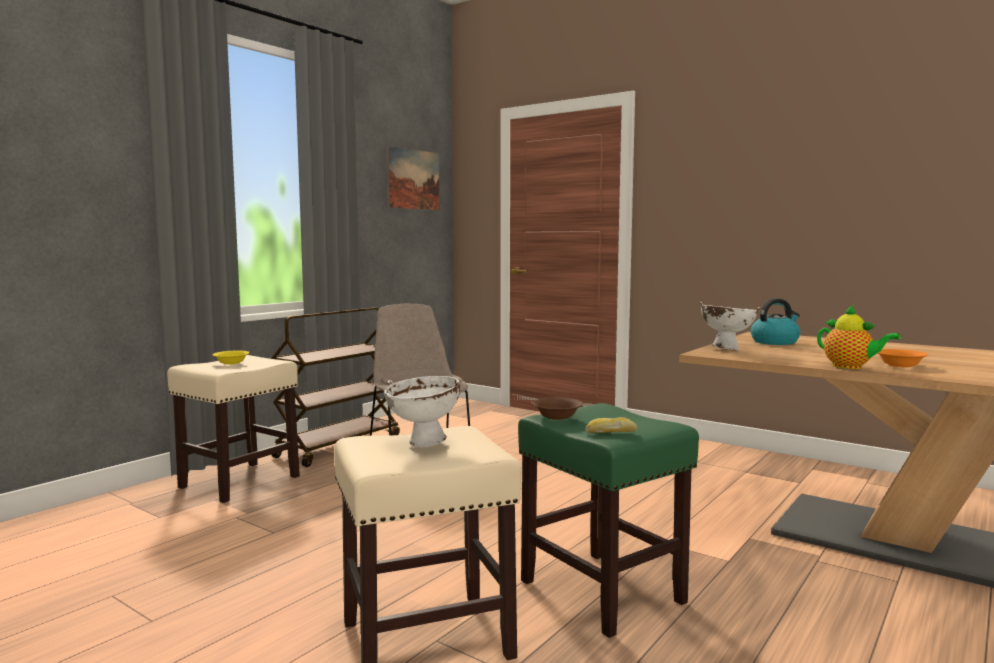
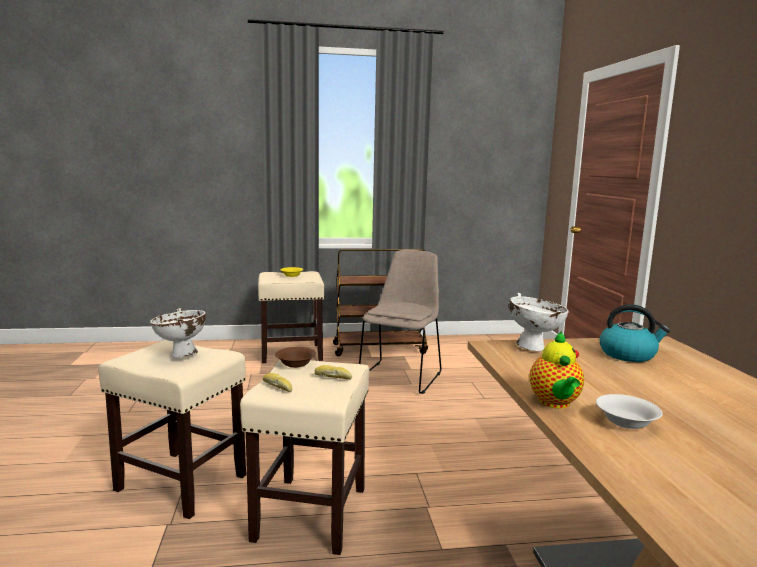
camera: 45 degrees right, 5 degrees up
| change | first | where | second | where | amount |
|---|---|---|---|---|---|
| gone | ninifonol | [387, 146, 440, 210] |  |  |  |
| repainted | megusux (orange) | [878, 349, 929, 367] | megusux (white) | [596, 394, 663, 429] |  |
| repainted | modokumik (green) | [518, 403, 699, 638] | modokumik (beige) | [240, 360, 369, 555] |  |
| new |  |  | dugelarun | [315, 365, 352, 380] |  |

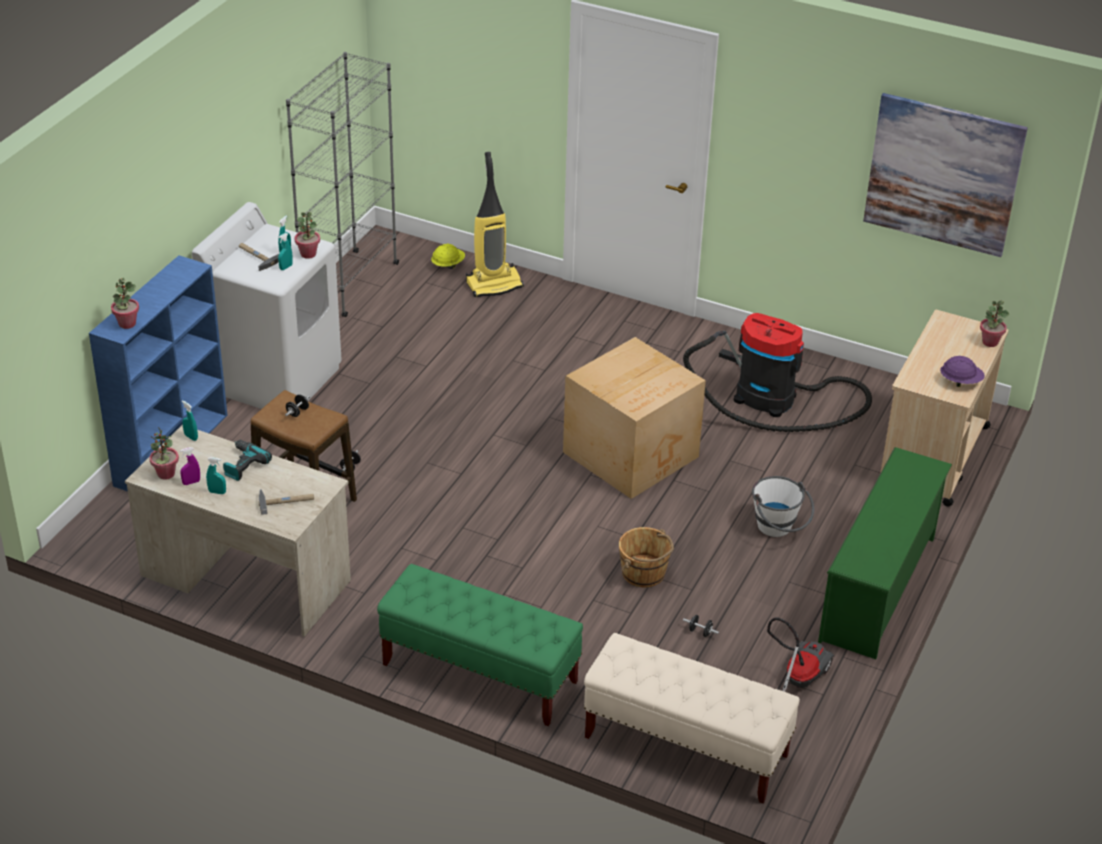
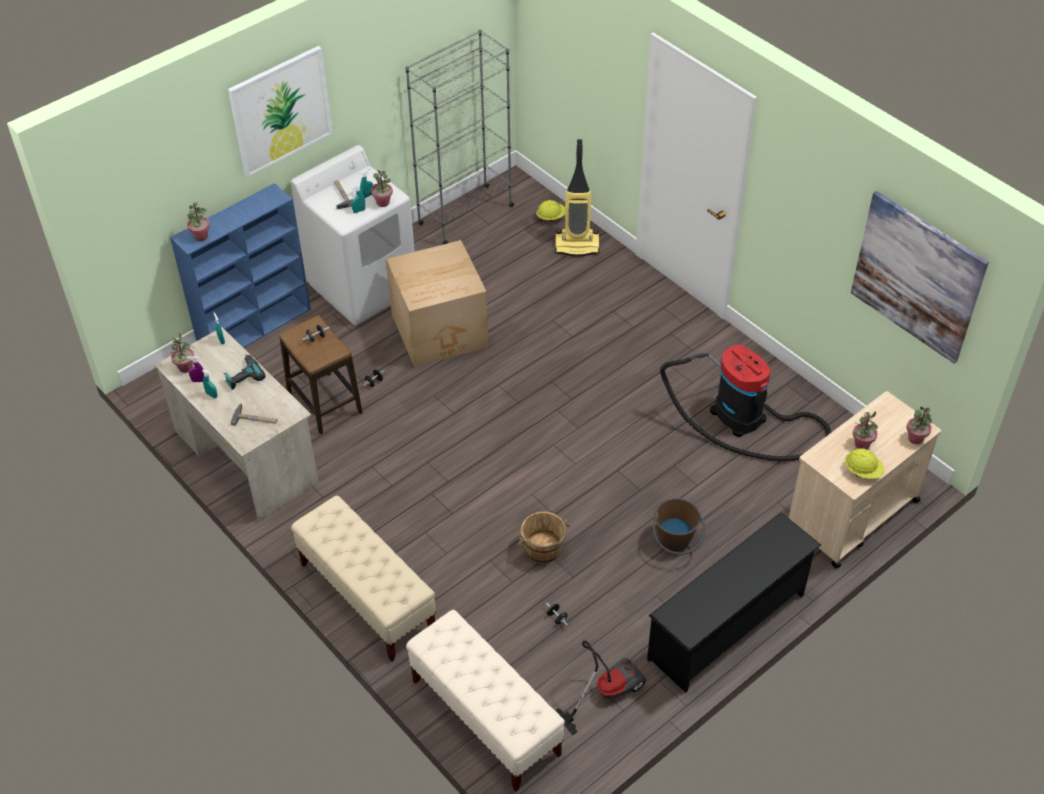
camera: 25 degrees right, 10 degrees up
| change | first | where | second | where | amount |
|---|---|---|---|---|---|
| shifted | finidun | [563, 337, 706, 499] |  | [386, 240, 489, 367] |  |
| repainted | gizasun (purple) | [940, 356, 985, 387] | gizasun (yellow) | [845, 448, 884, 479] |  |
| repainted | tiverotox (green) | [818, 447, 952, 659] | tiverotox (black) | [647, 512, 821, 693] |  |
| repainted | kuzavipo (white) | [752, 476, 814, 537] | kuzavipo (brown) | [653, 498, 706, 555] |  |
| repainted | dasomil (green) | [377, 564, 583, 726] | dasomil (beige) | [291, 496, 436, 662] |  |
| new |  |  | ninifonol | [228, 46, 333, 178] |  |
| new |  |  | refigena | [853, 411, 878, 449] |  |

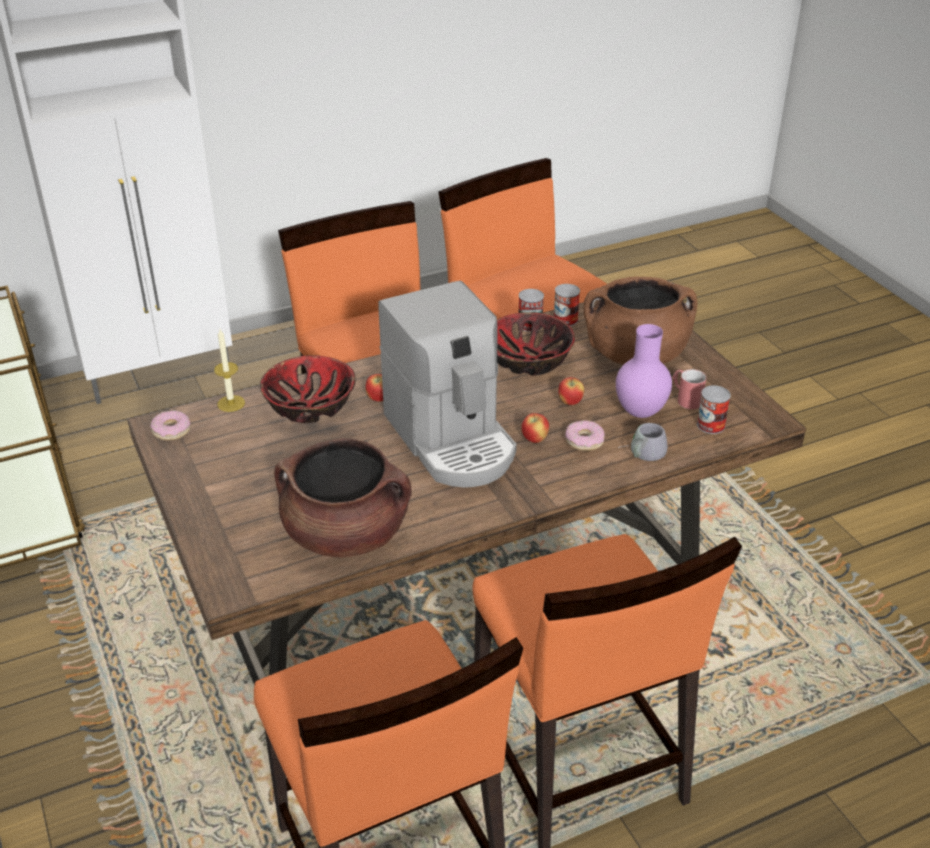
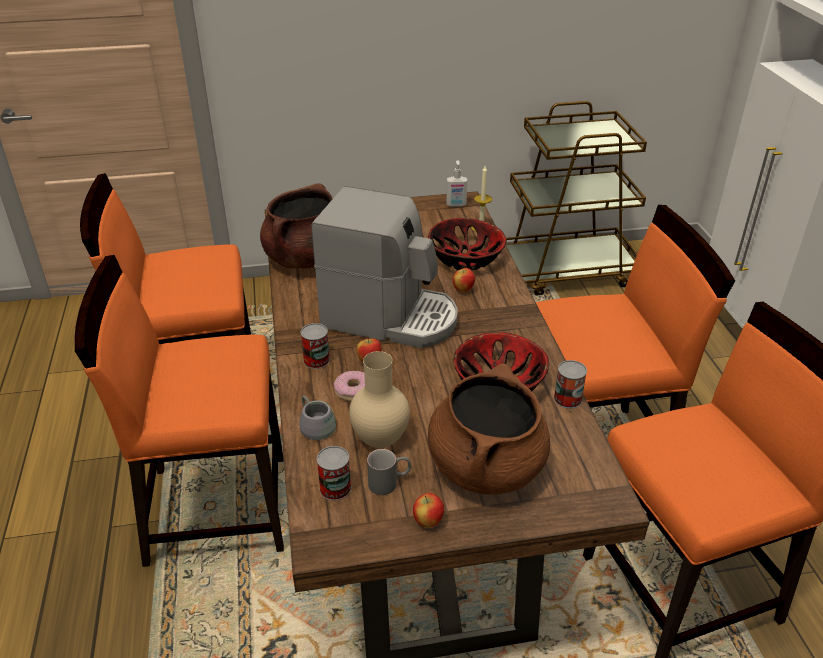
camera: 105 degrees right, 0 degrees up
| change | first | where | second | where | amount |
|---|---|---|---|---|---|
| rotated | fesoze | [378, 280, 517, 488] |  | [311, 186, 458, 348] | 150 degrees counterclockwise |
| shifted | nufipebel | [554, 284, 580, 326] |  | [301, 323, 330, 369] |  |
| repainted | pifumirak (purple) | [616, 324, 672, 418] | pifumirak (beige) | [349, 351, 410, 448] |  |
| repainted | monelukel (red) | [673, 369, 706, 409] | monelukel (grey) | [367, 449, 412, 495] |  |
| shifted | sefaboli | [558, 377, 584, 405] |  | [413, 493, 444, 528] |  |
| swapped | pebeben | [150, 410, 190, 441] | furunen | [446, 161, 467, 207] |  |

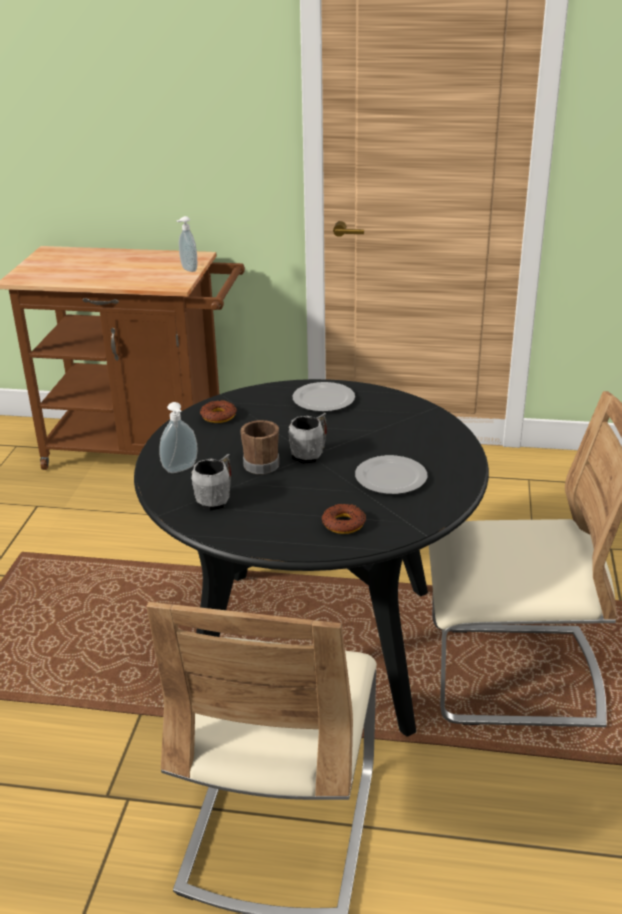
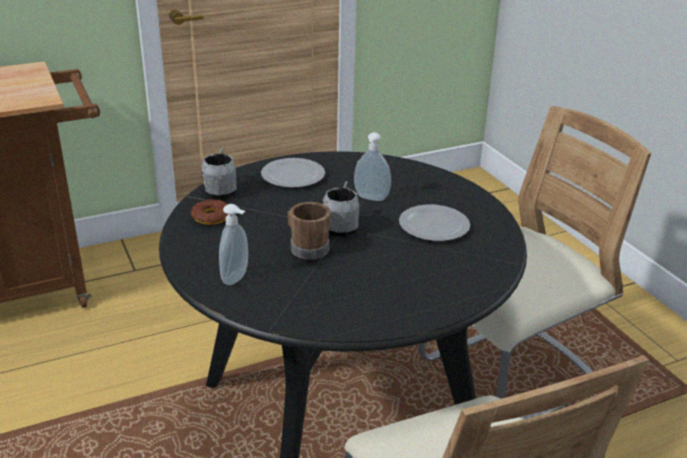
camera: 35 degrees left, 0 degrees up
| change | first | where | second | where | amount |
|---|---|---|---|---|---|
| shifted | furunen | [176, 216, 197, 272] |  | [354, 132, 391, 201] |  |
| shifted | monelukel (grey) | [191, 454, 231, 511] |  | [201, 148, 237, 199] |  |
| gone | pebeben | [322, 504, 366, 534] |  |  |  |

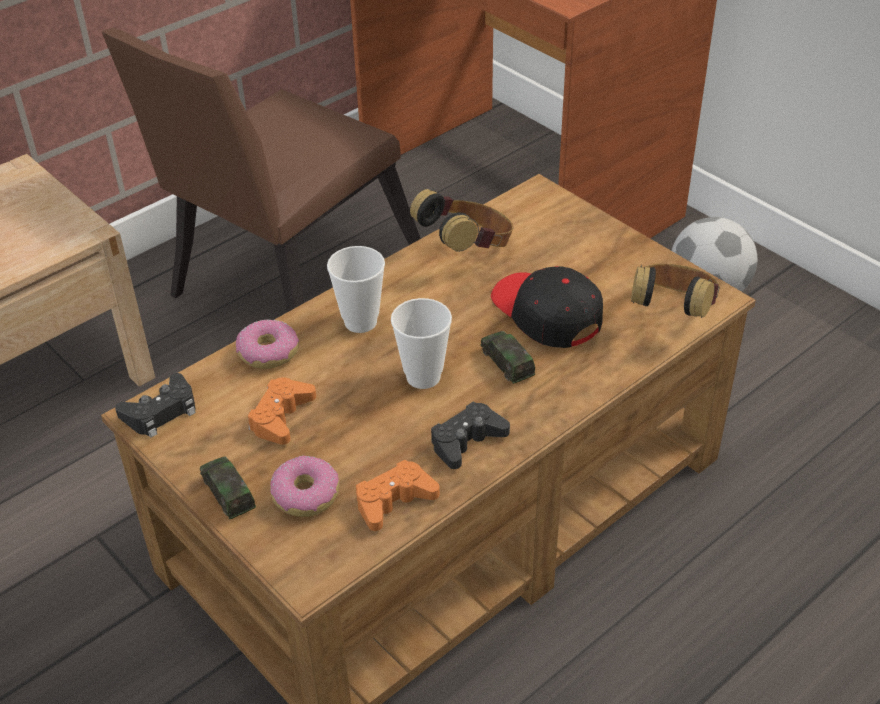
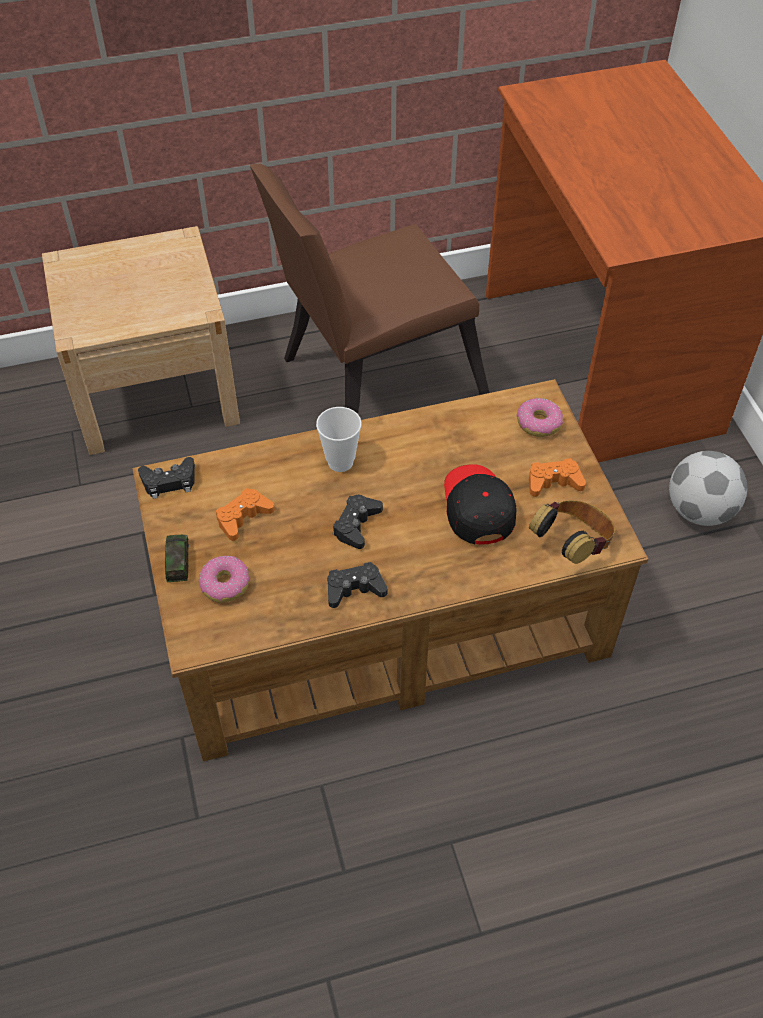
camera: 25 degrees right, 10 degrees up
| change | first | where | second | where | amount |
|---|---|---|---|---|---|
| gone | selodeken | [410, 189, 513, 252] |  |  |  |
| swapped | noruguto | [391, 298, 452, 389] | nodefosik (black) | [333, 495, 383, 549] |  |
| shifted | pebeben | [236, 319, 299, 369] |  | [516, 398, 563, 437] |  |
| gone | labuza | [481, 331, 535, 384] |  |  |  |
| shifted | nodefosik (orange) | [356, 460, 440, 531] |  | [529, 458, 586, 497] |  |

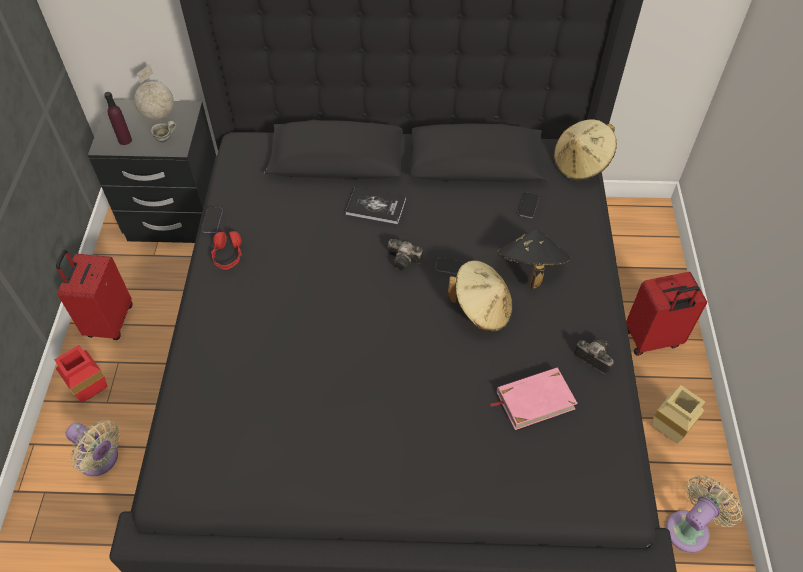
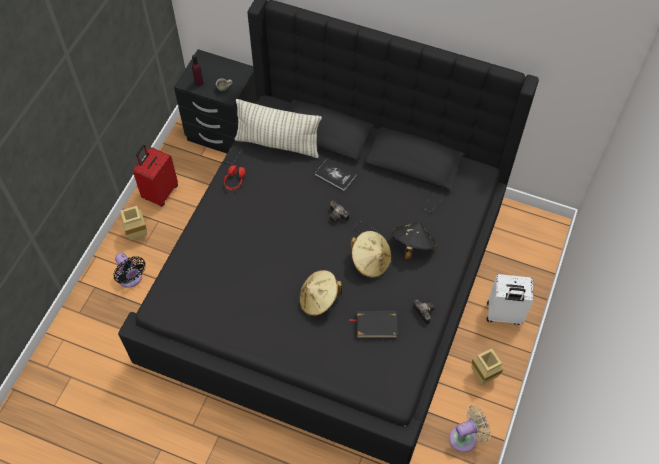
camera: 20 degrees right, 5 degrees up
| change | first | where | second | where | amount |
|---|---|---|---|---|---|
| gone | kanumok | [134, 64, 174, 120] |  |  |  |
| shifted | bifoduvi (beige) | [554, 119, 617, 181] |  | [300, 270, 342, 316] |  |
| repainted | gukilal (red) | [626, 272, 707, 356] | gukilal (white) | [487, 274, 533, 325] |  |
| repainted | pifumirak (red) | [54, 345, 108, 402] | pifumirak (beige) | [120, 206, 147, 240] |  |
| repainted | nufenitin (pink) | [490, 367, 578, 430] | nufenitin (black) | [349, 311, 398, 338] |  |
| repainted | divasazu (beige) | [65, 420, 120, 476] | divasazu (black) | [114, 252, 146, 288] |  |
| new |  |  | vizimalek | [235, 99, 322, 158] |  |

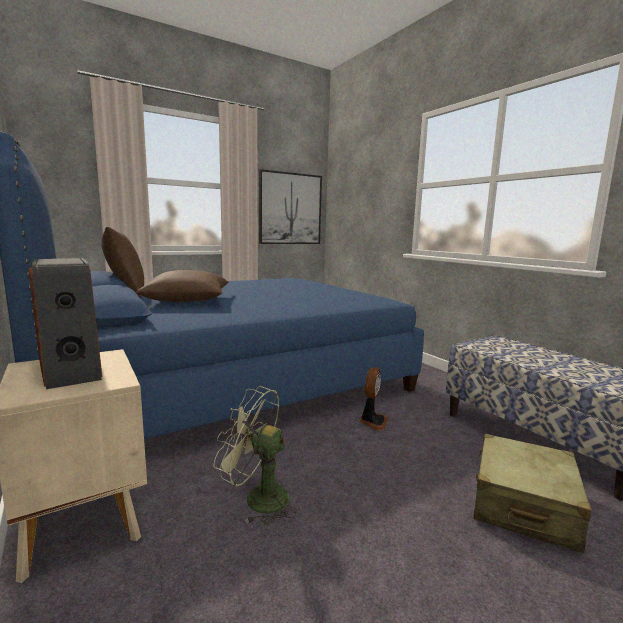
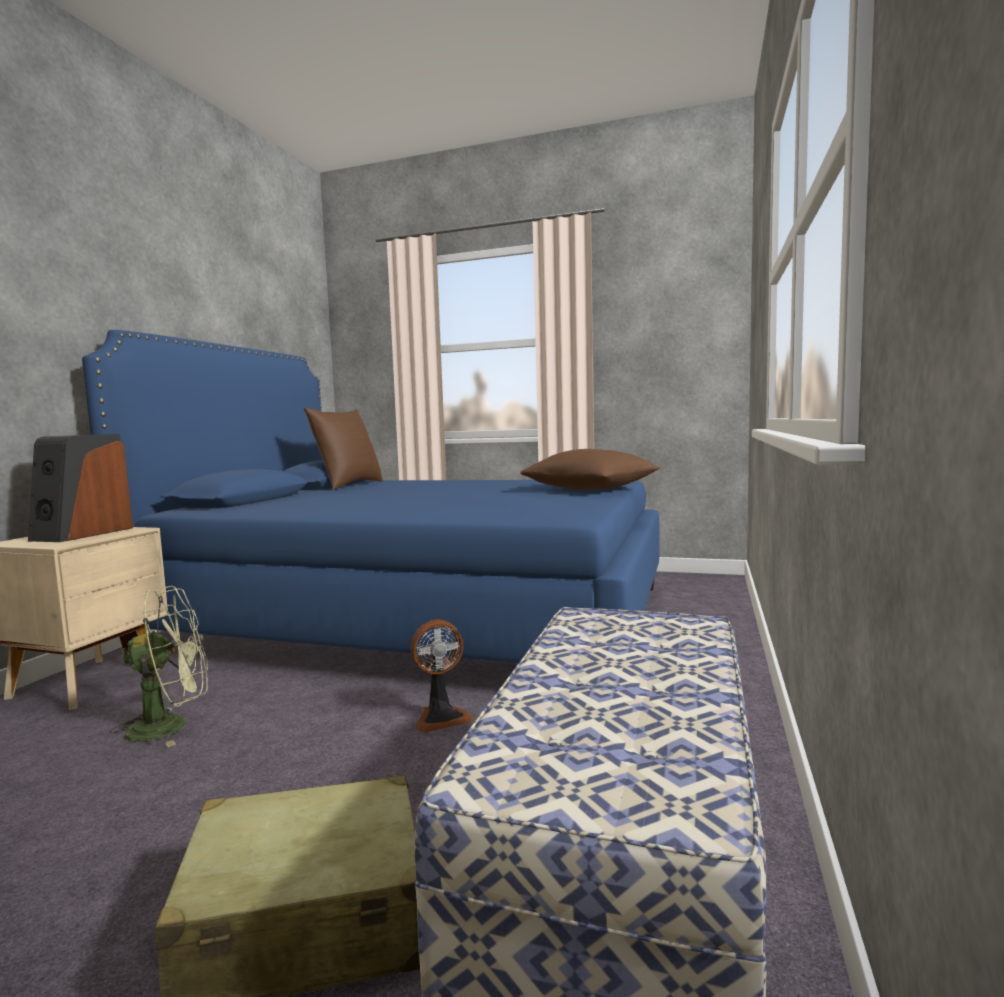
camera: 50 degrees right, 5 degrees down
| change | first | where | second | where | amount |
|---|---|---|---|---|---|
| gone | ninifonol | [259, 169, 322, 244] |  |  |  |
| shifted | vizimalek (brown) | [136, 270, 229, 302] |  | [520, 449, 660, 490] |  |
| rotated | divasazu (green) | [213, 386, 296, 525] |  | [110, 586, 208, 747] | 90 degrees clockwise |

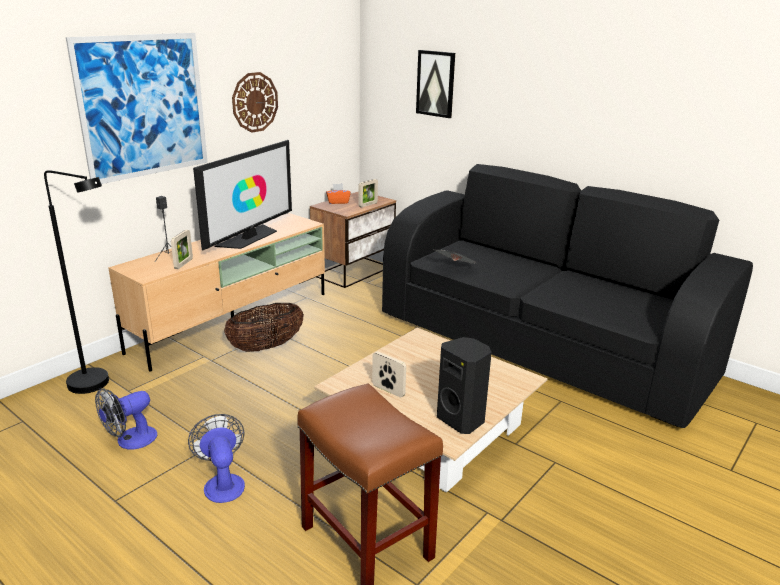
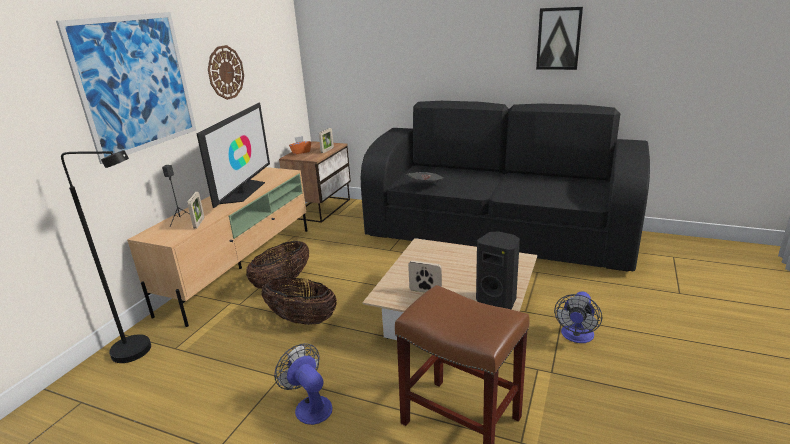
camera: 15 degrees left, 0 degrees up
| change | first | where | second | where | amount |
|---|---|---|---|---|---|
| shifted | ninifonol | [416, 50, 455, 118] |  | [536, 7, 583, 70] |  |
| shifted | divasazu | [95, 388, 157, 449] |  | [554, 291, 602, 343] |  |
| new |  |  | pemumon | [261, 277, 337, 325] |  |

